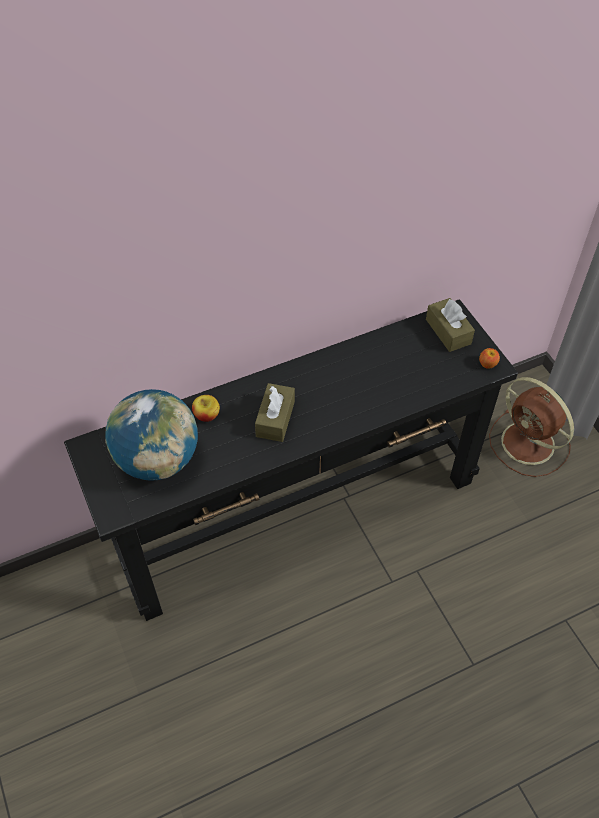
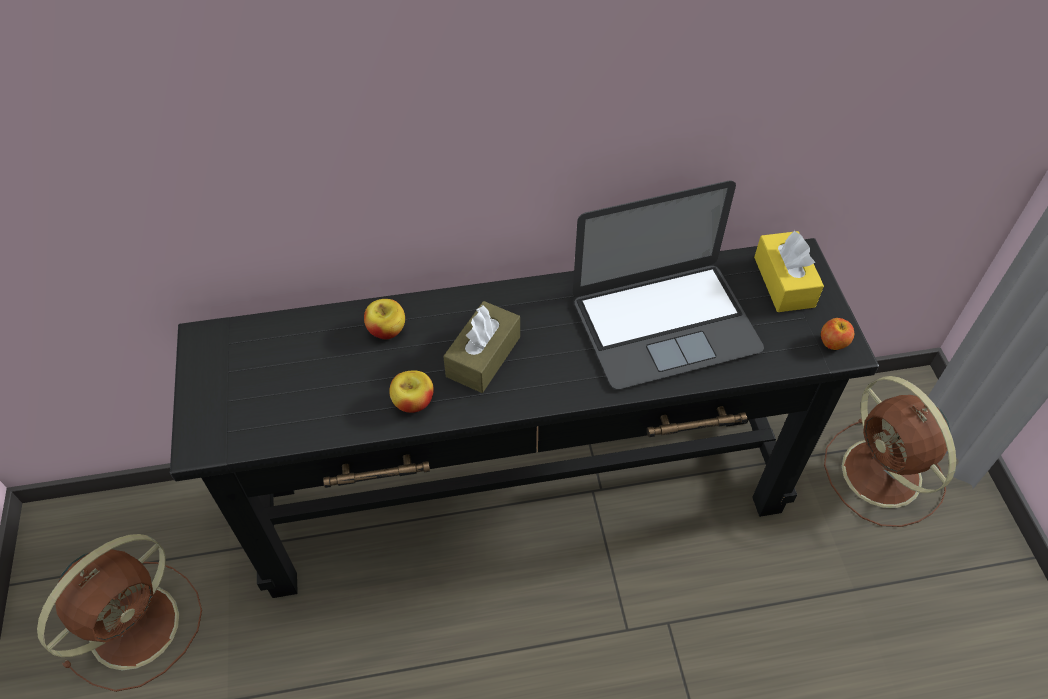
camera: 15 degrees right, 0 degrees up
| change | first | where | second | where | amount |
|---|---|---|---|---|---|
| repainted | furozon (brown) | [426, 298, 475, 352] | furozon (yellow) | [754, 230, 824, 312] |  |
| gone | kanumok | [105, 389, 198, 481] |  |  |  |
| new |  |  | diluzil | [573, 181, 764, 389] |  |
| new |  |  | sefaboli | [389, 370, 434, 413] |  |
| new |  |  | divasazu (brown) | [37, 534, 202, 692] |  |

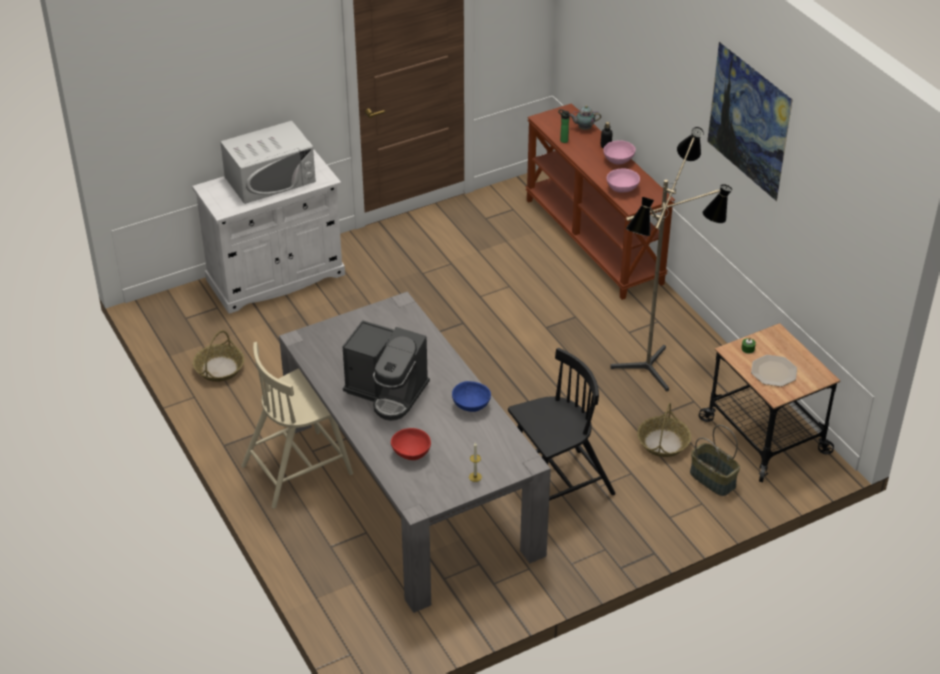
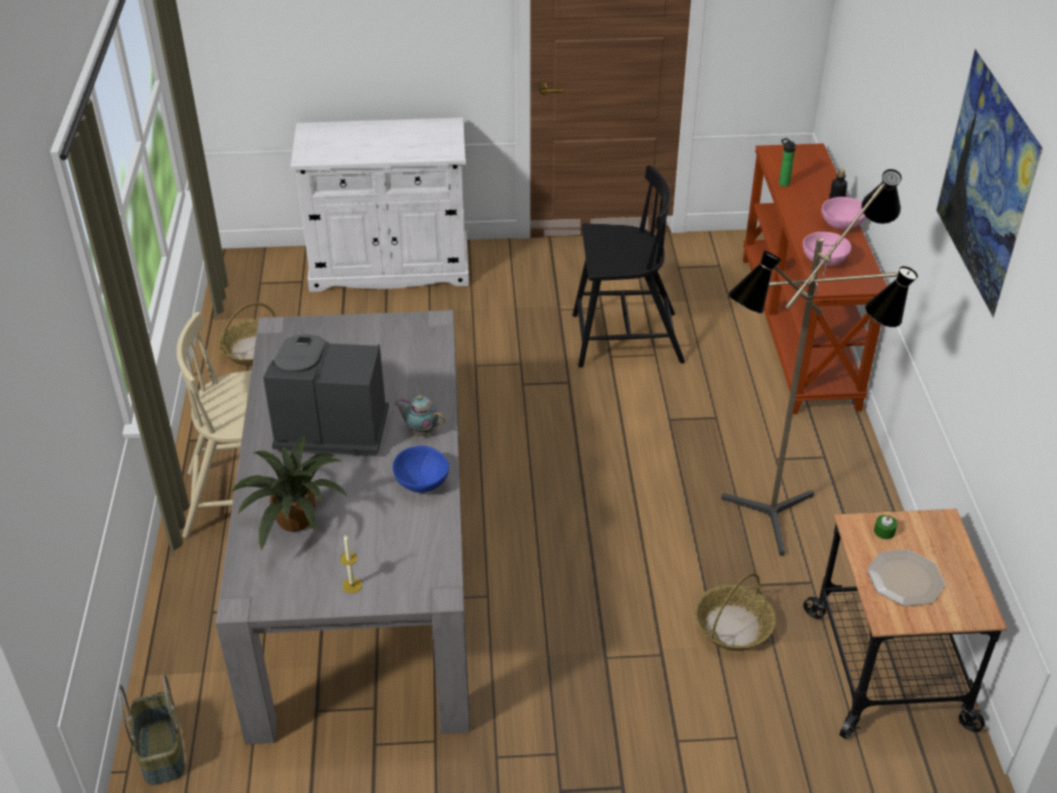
camera: 25 degrees right, 0 degrees up
| change | first | where | second | where | amount |
|---|---|---|---|---|---|
| shifted | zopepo | [570, 105, 601, 130] |  | [394, 395, 446, 436] |  |
| gone | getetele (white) | [220, 121, 316, 204] |  |  |  |
| rotated | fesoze | [342, 320, 430, 421] |  | [263, 335, 389, 456] | 135 degrees clockwise |
| shifted | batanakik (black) | [508, 348, 615, 501] |  | [572, 165, 685, 368] |  |
| shifted | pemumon | [690, 425, 740, 496] |  | [118, 674, 185, 786] |  |
| swapped | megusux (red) | [391, 428, 431, 460] | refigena | [231, 436, 347, 551] |  |

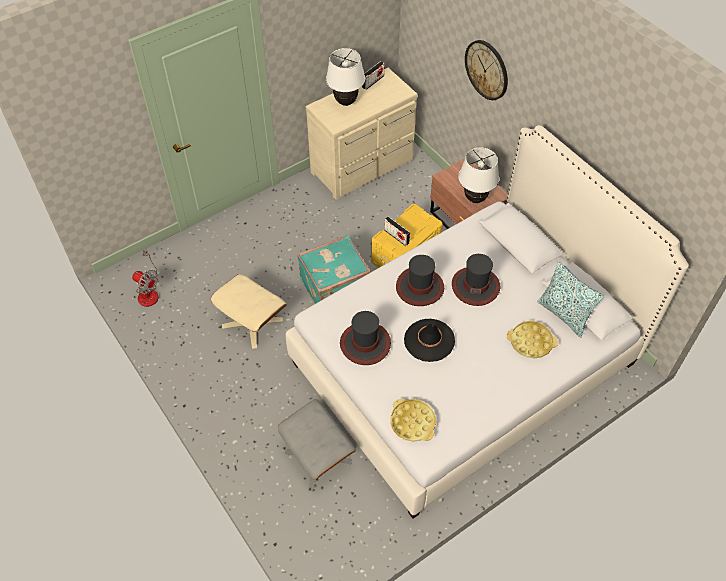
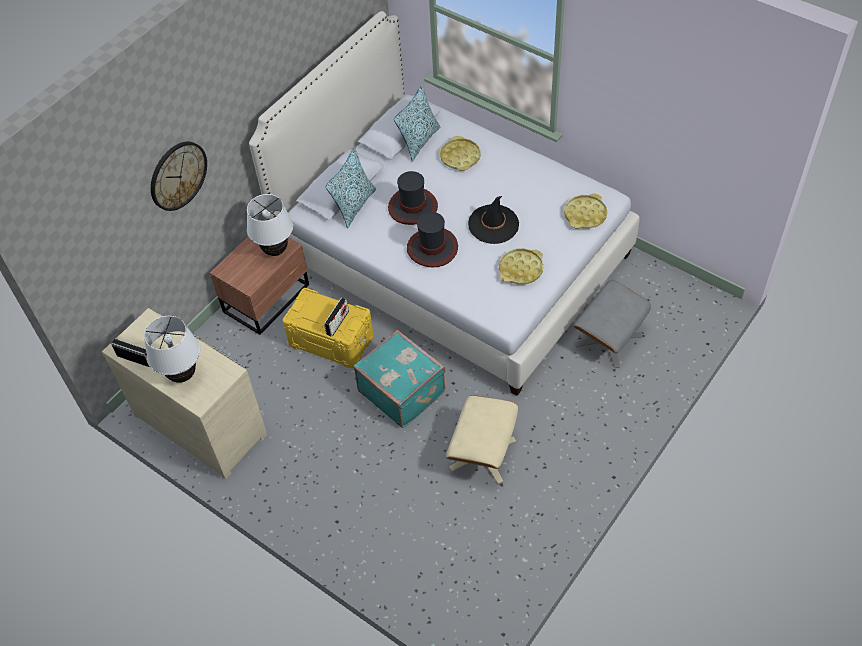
camera: 105 degrees left, 0 degrees up
| change | first | where | second | where | amount |
|---|---|---|---|---|---|
| gone | divasazu | [132, 247, 159, 307] |  |  |  |
| swapped | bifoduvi | [340, 311, 391, 365] | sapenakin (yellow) | [499, 248, 544, 285] |  |
| new |  |  | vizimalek | [326, 148, 376, 228] |  |

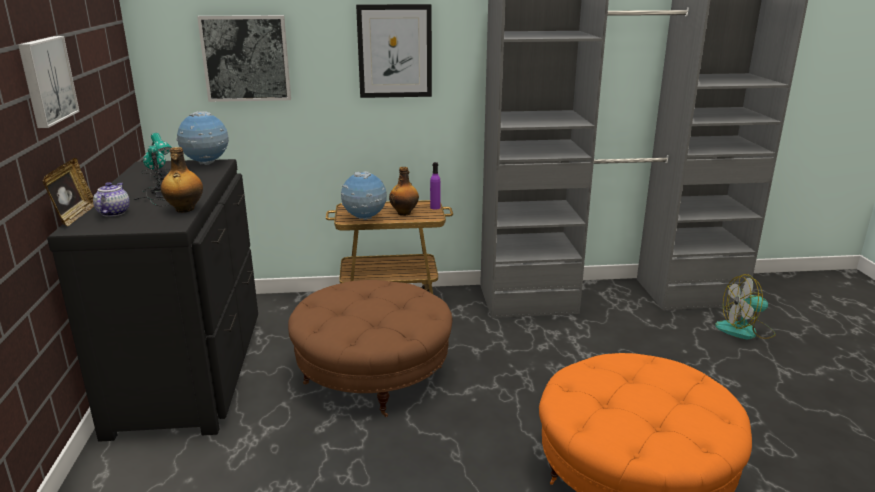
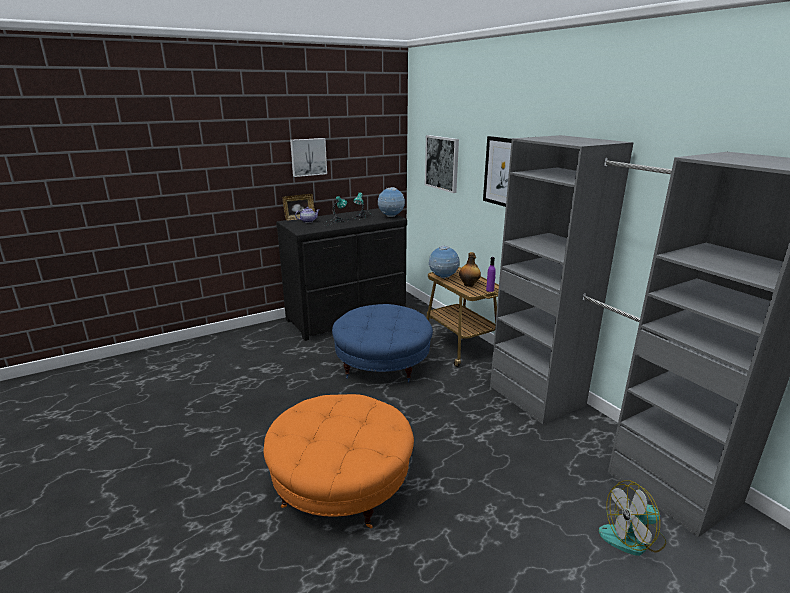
camera: 65 degrees right, 0 degrees up
| change | first | where | second | where | amount |
|---|---|---|---|---|---|
| gone | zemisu | [161, 147, 203, 213] |  |  |  |
| rotated | divasazu | [715, 274, 776, 339] |  | [599, 480, 666, 556] | 75 degrees counterclockwise |
| repainted | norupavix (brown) | [288, 280, 453, 417] | norupavix (blue) | [332, 304, 433, 383] |  |

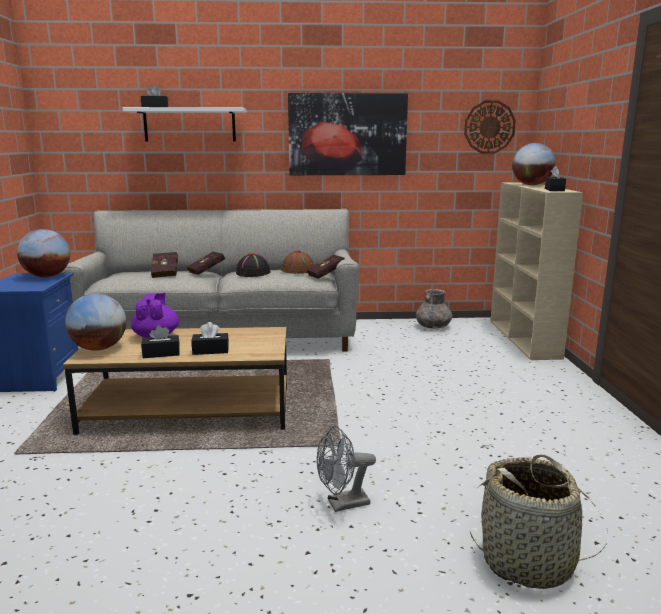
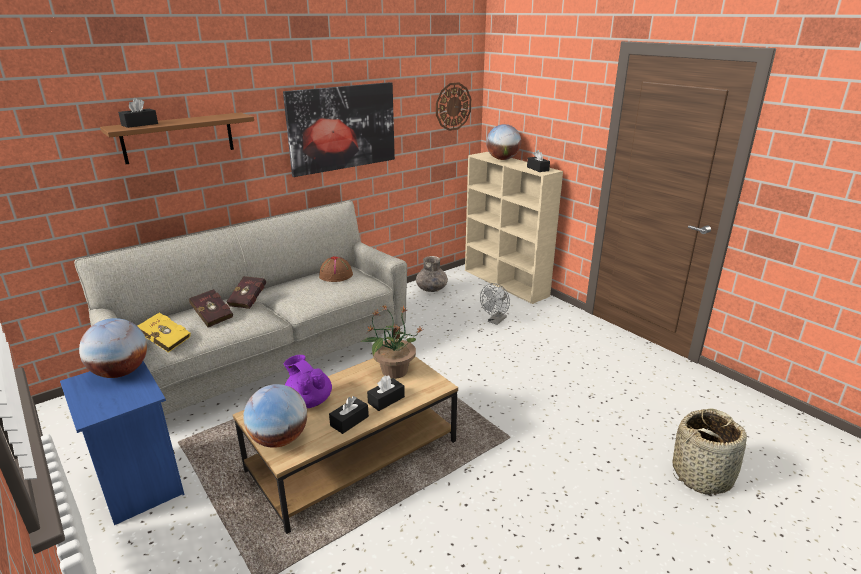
camera: 35 degrees left, 10 degrees up
| change | first | where | second | where | amount |
|---|---|---|---|---|---|
| repainted | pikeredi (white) | [122, 107, 246, 141] | pikeredi (brown) | [100, 112, 254, 164] |  |
| gone | bifoduvi (black) | [236, 253, 271, 277] |  |  |  |
| gone | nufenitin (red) | [307, 255, 345, 279] |  |  |  |
| shifted | divasazu (grey) | [317, 426, 376, 512] |  | [480, 283, 510, 325] |  |
| new |  |  | refigena | [361, 305, 424, 379] |  |
| new |  |  | nufenitin (yellow) | [138, 313, 191, 353] |  |

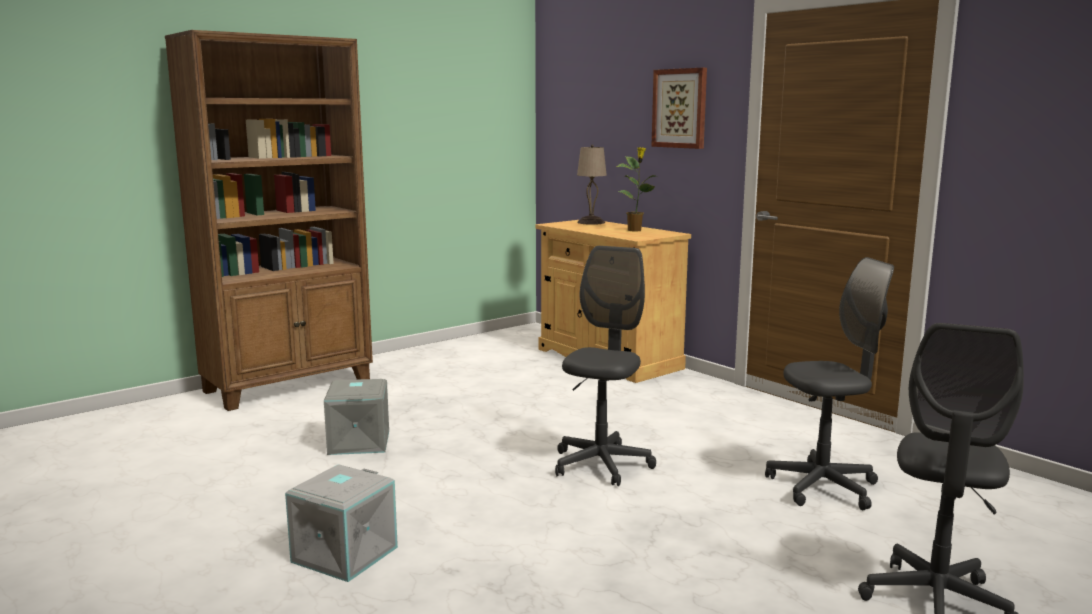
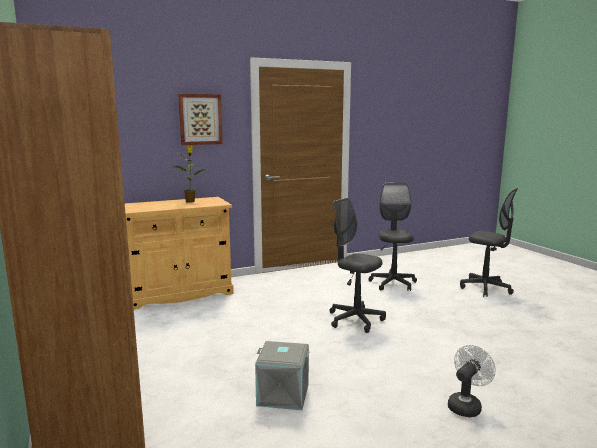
camera: 75 degrees left, 0 degrees up
| change | first | where | second | where | amount |
|---|---|---|---|---|---|
| gone | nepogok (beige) | [577, 145, 607, 225] |  |  |  |
| swapped | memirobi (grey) | [285, 464, 398, 582] | divasazu (white) | [448, 345, 496, 417] |  |

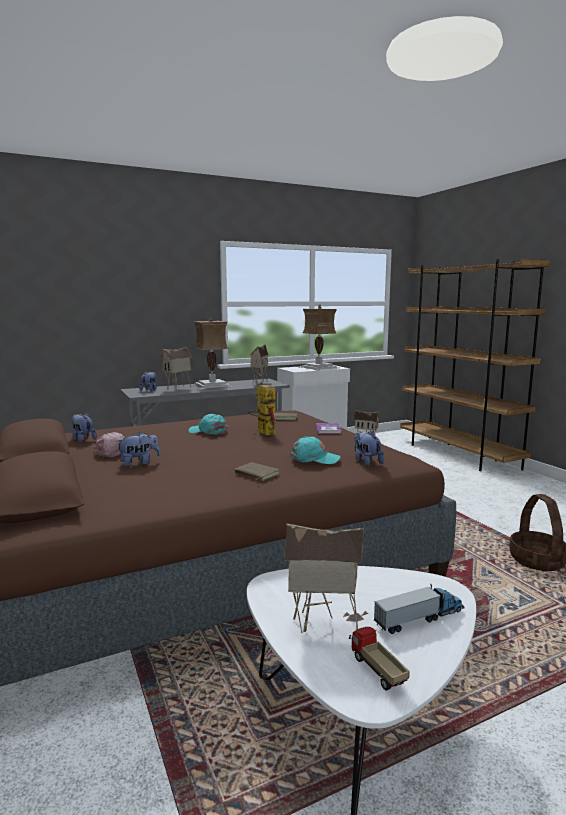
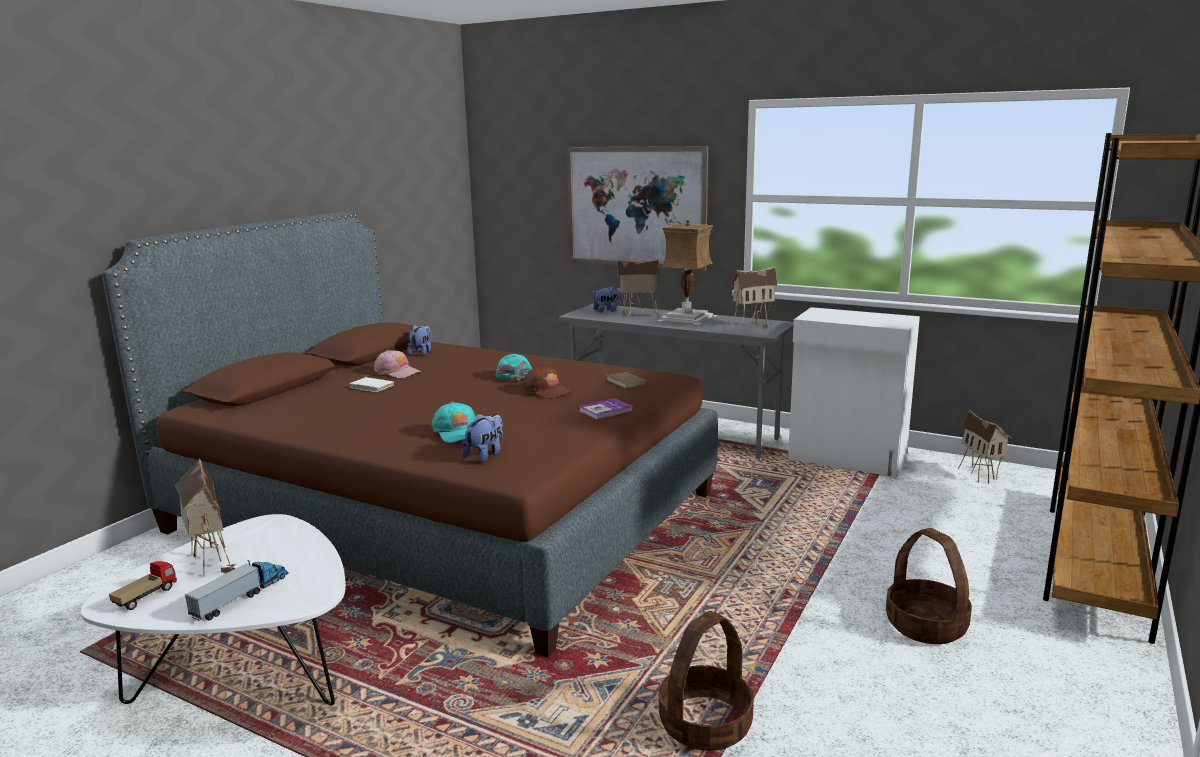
camera: 55 degrees right, 5 degrees up
| change | first | where | second | where | amount |
|---|---|---|---|---|---|
| gone | nepogok | [300, 305, 338, 370] |  |  |  |
| swapped | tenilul | [248, 382, 277, 435] | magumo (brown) | [523, 366, 572, 399] |  |
| swapped | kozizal | [117, 431, 160, 467] | nufenitin (white) | [349, 376, 394, 392] |  |
| gone | nufenitin (brown) | [235, 462, 279, 481] |  |  |  |
| rotated | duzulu | [374, 584, 465, 634] |  | [185, 560, 289, 621] | 90 degrees counterclockwise |
| new |  |  | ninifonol | [566, 146, 708, 271] |  |
| new |  |  | pemumon | [886, 528, 972, 644] |  |

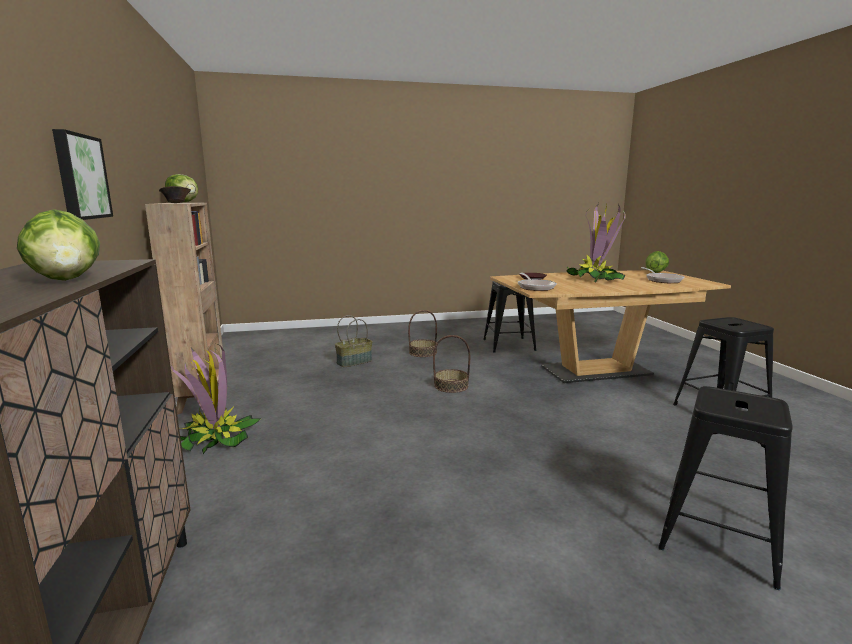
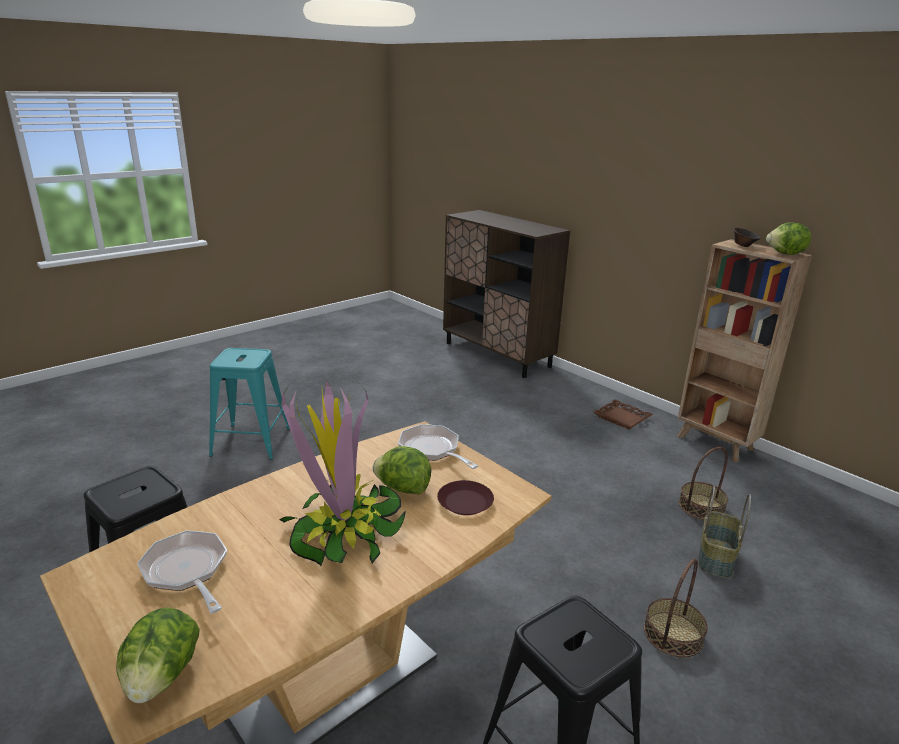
camera: 150 degrees right, 10 degrees up
| change | first | where | second | where | amount |
|---|---|---|---|---|---|
| gone | ninifonol | [52, 129, 113, 220] |  |  |  |
| shifted | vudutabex | [17, 209, 100, 281] |  | [373, 446, 431, 494] |  |
| shifted | pemumon | [433, 335, 470, 393] |  | [679, 447, 728, 520] |  |
| swapped | refigena | [171, 342, 261, 454] | sapenakin (brown) | [594, 399, 653, 429] |  |
| repainted | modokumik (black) | [658, 386, 793, 590] | modokumik (turquoise) | [209, 348, 290, 460] |  |

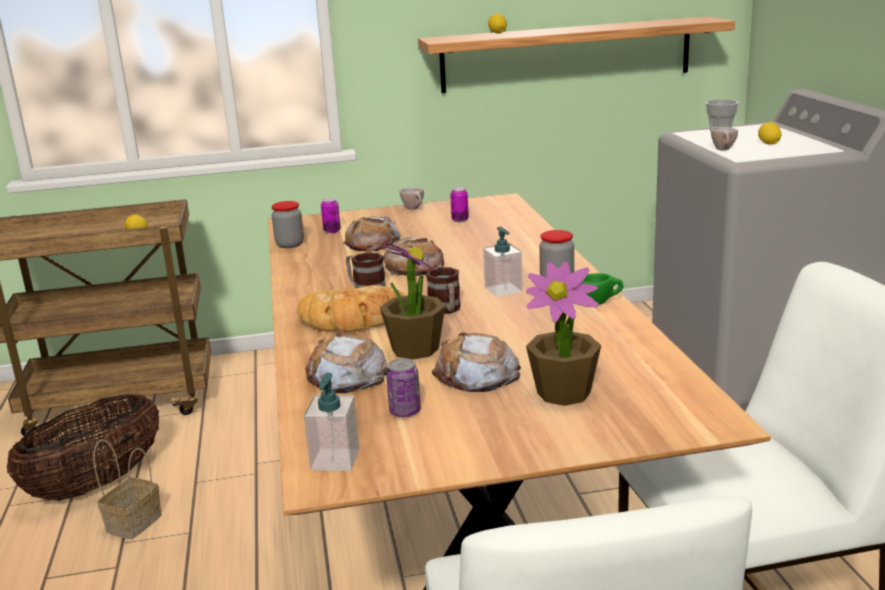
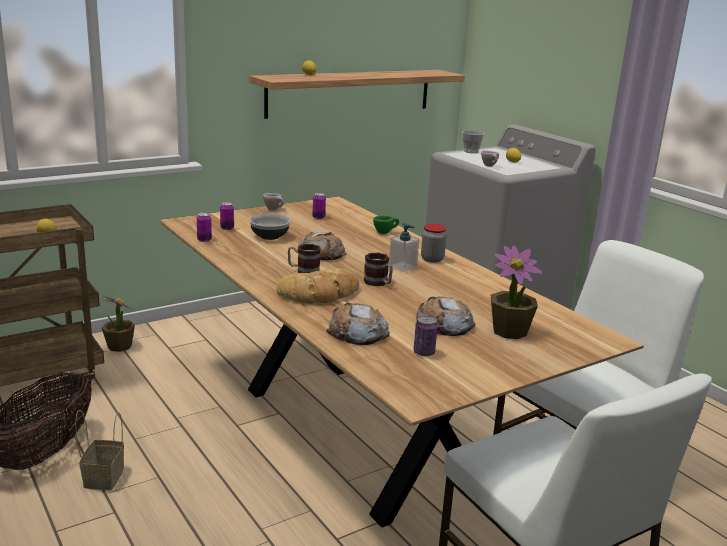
camera: 25 degrees left, 0 degrees up
| change | first | where | second | where | amount |
|---|---|---|---|---|---|
| swapped | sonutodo | [271, 201, 304, 248] | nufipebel | [197, 213, 212, 242] |  |
| swapped | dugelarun | [343, 216, 401, 251] | megusux | [249, 214, 291, 240] |  |
| shifted | refigena | [380, 241, 445, 360] |  | [101, 296, 135, 352] |  |
| shifted | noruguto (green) | [581, 273, 624, 304] |  | [373, 215, 399, 234] |  |
| gone | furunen | [304, 373, 359, 471] |  |  |  |

